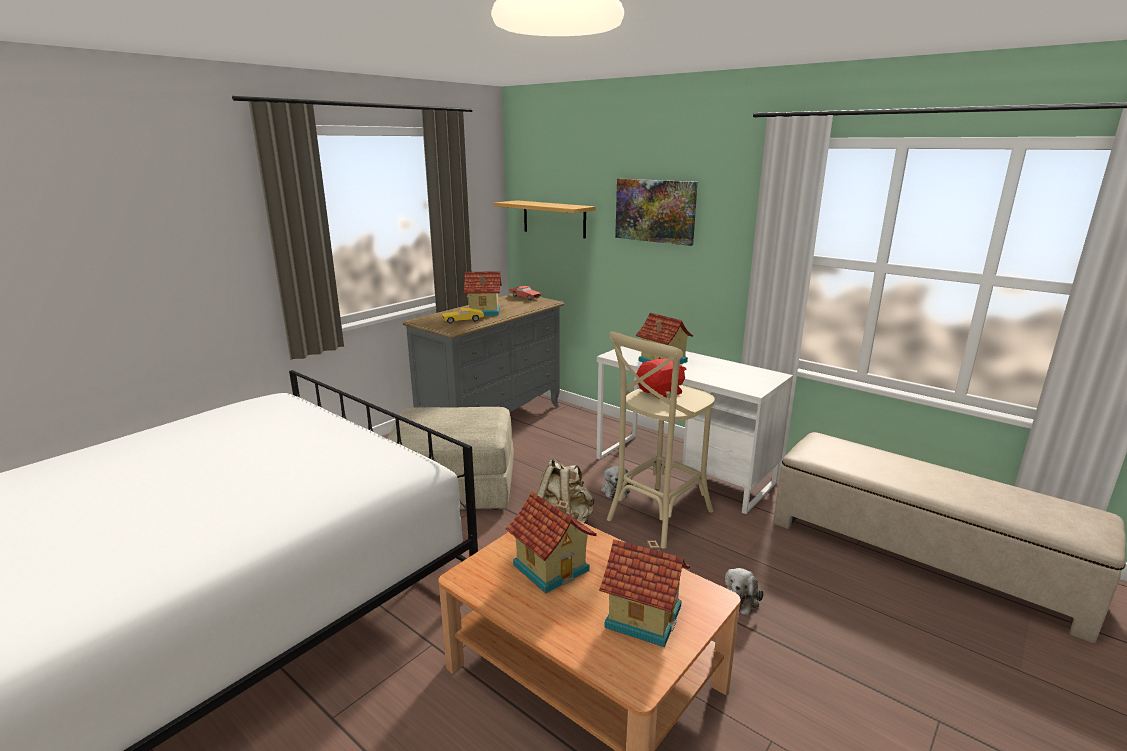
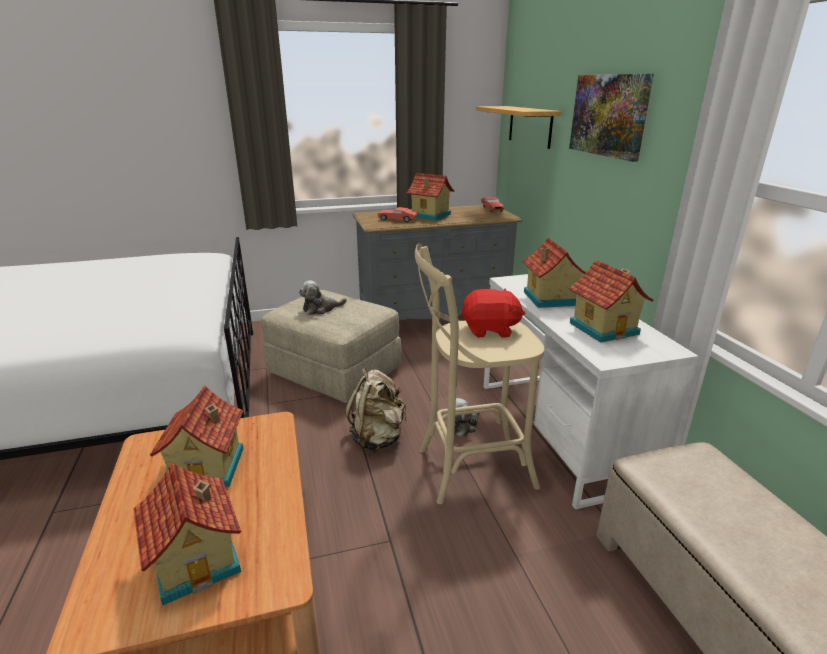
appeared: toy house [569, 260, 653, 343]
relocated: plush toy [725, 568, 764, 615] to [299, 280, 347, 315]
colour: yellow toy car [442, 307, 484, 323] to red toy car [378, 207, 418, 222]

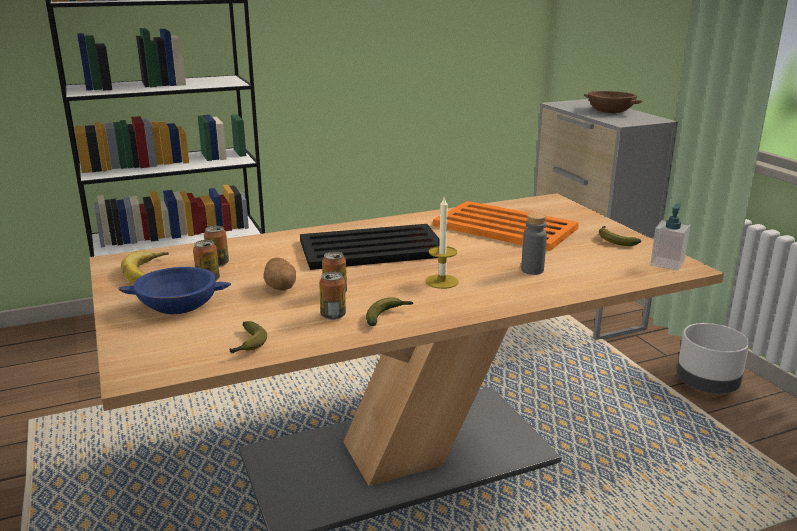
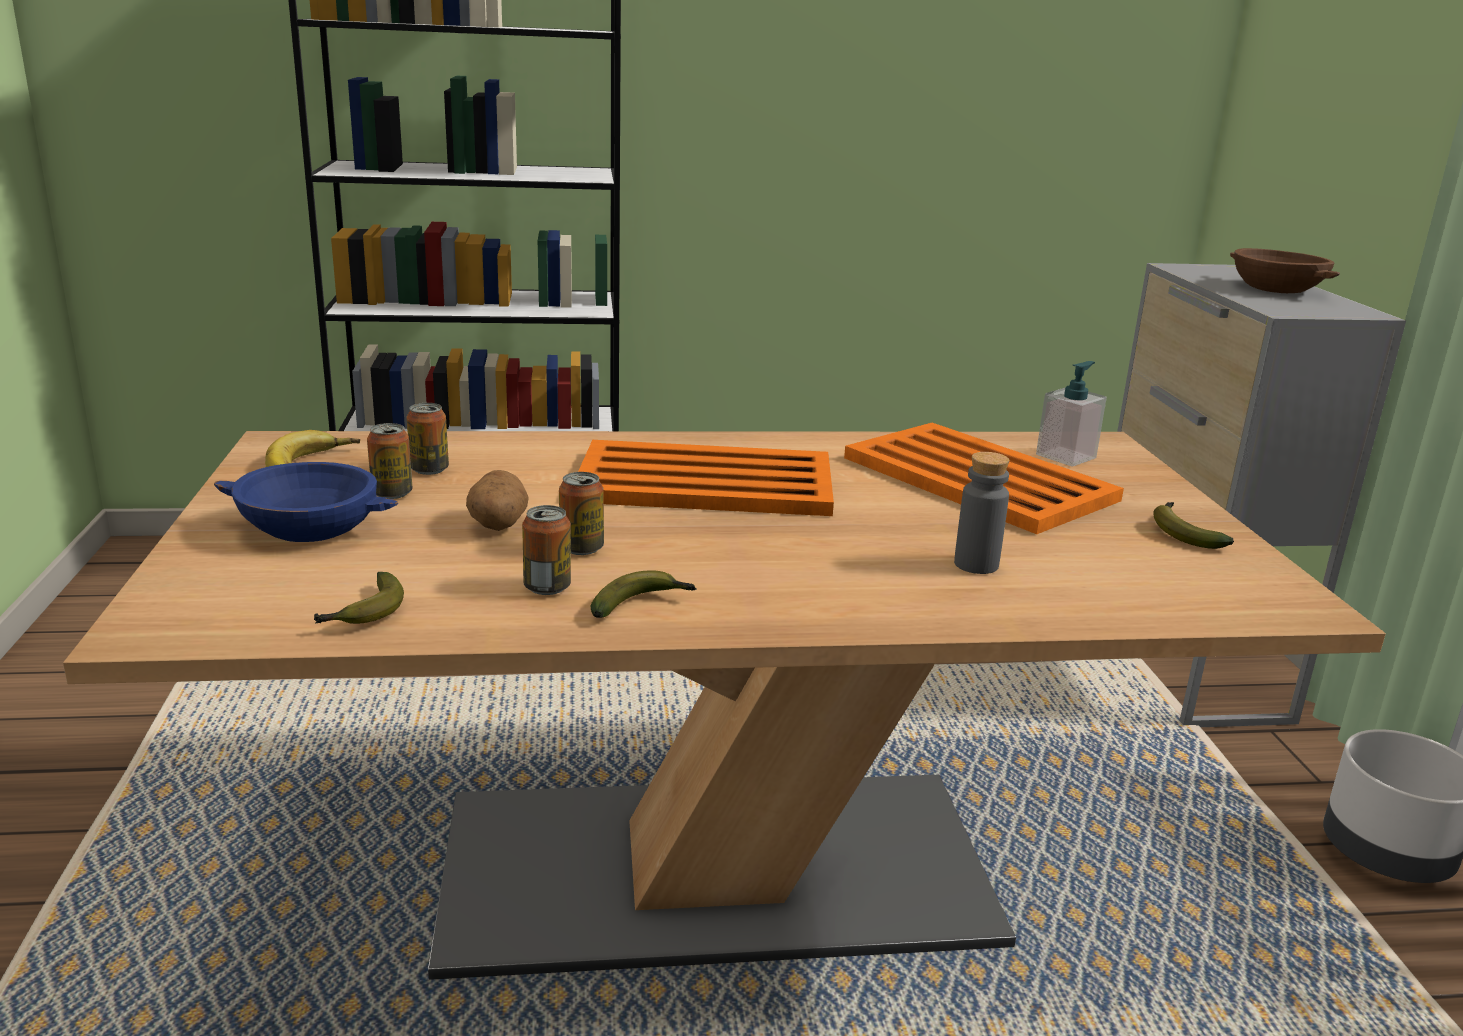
missing: candle [426, 197, 459, 289]
relocated: soap dispenser [650, 203, 690, 271] to [1036, 361, 1107, 467]
colour: black tray [300, 224, 440, 270] to orange tray [578, 440, 834, 516]

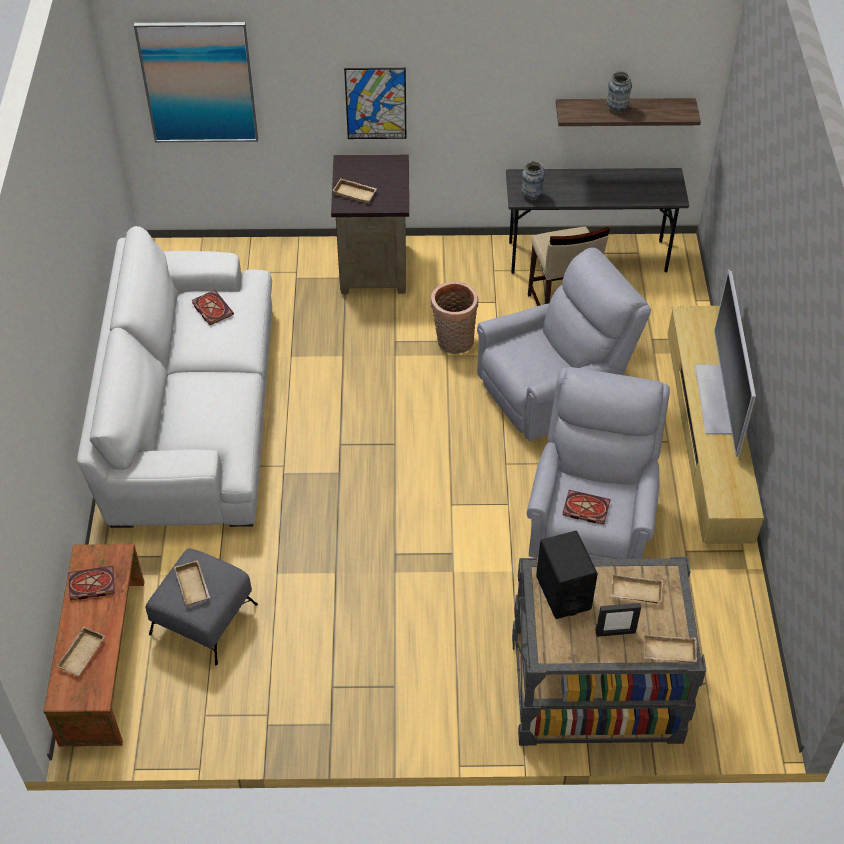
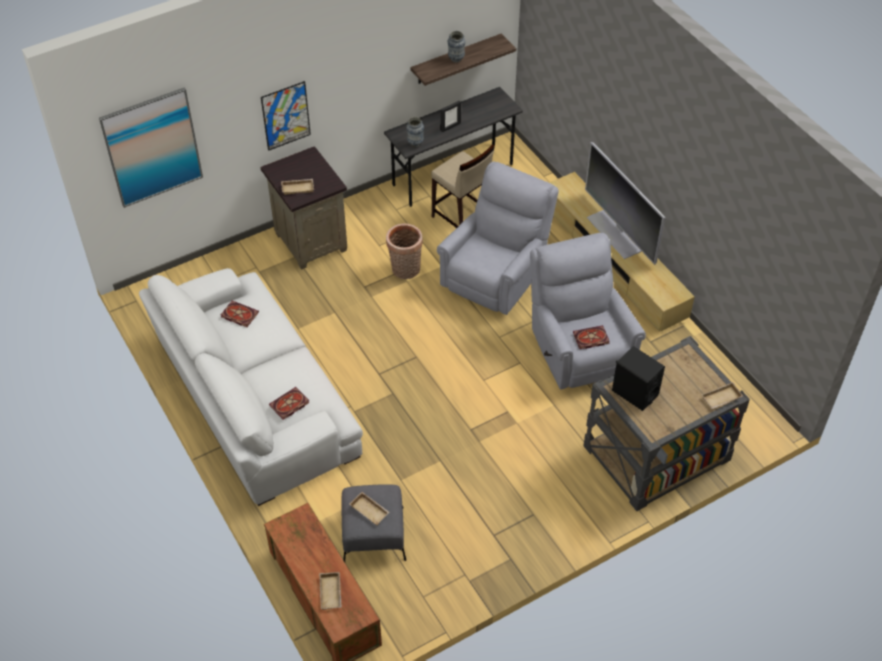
missing: beige tray [610, 574, 663, 603]
relocated: book [68, 566, 115, 600] to [269, 387, 310, 420]; picture frame [596, 603, 641, 637] to [440, 101, 461, 132]

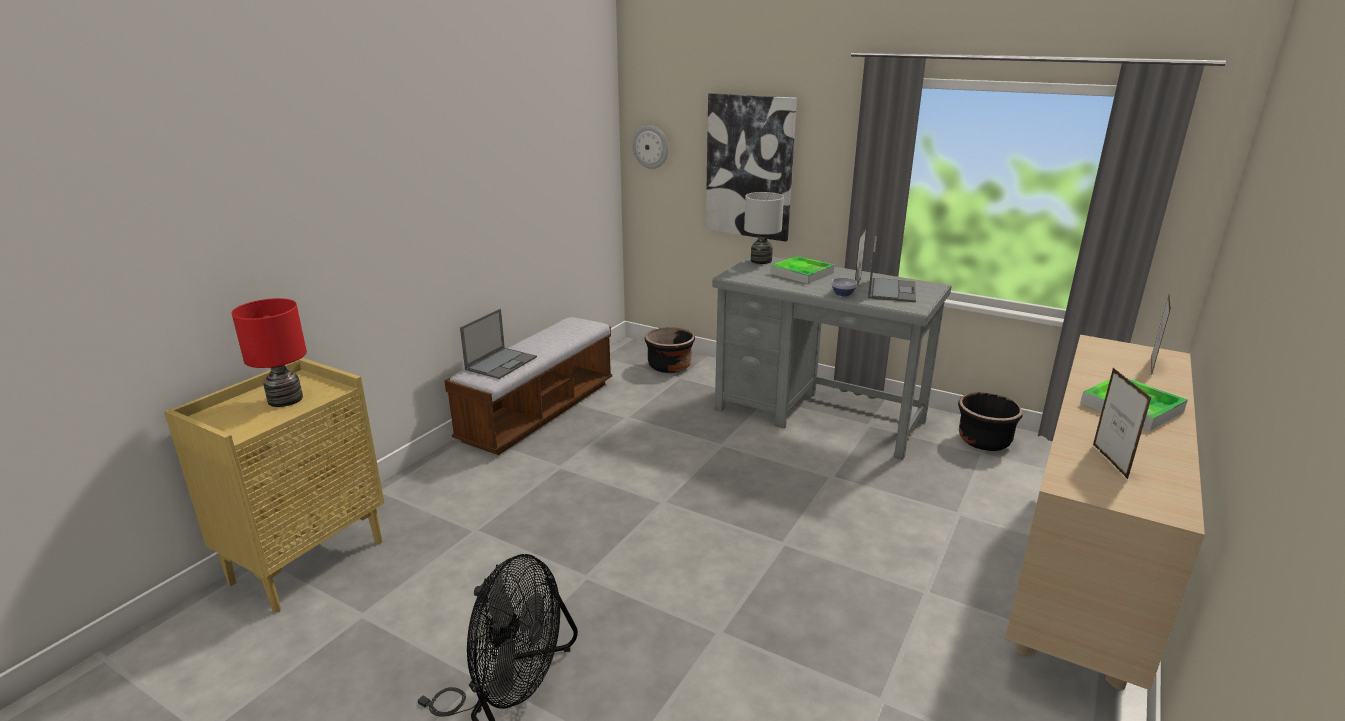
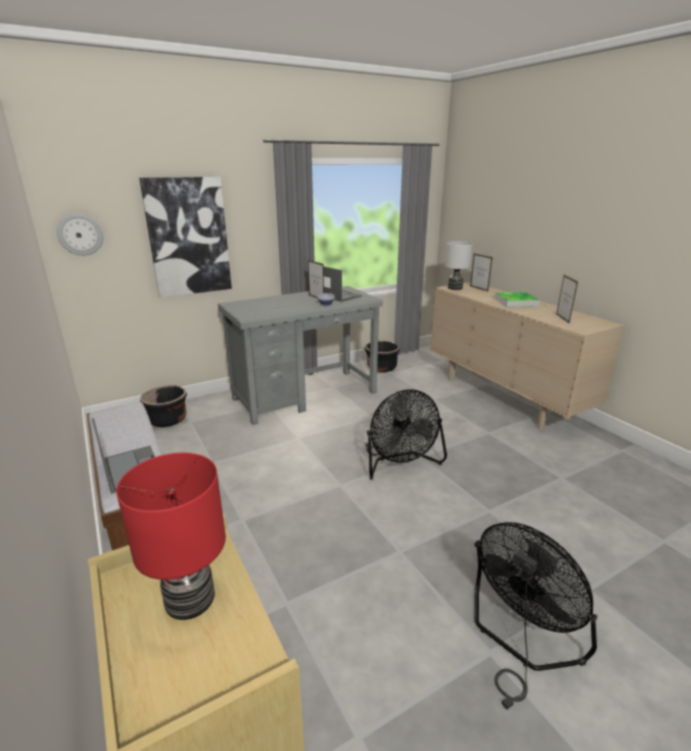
missing: tray [770, 256, 834, 284]
appeared: black fan [365, 389, 447, 480]
relocated: grey table lamp [744, 192, 784, 264] to [445, 241, 473, 290]
spun: picture frame [1093, 368, 1152, 479] = [556, 275, 578, 324] 120 degrees counterclockwise

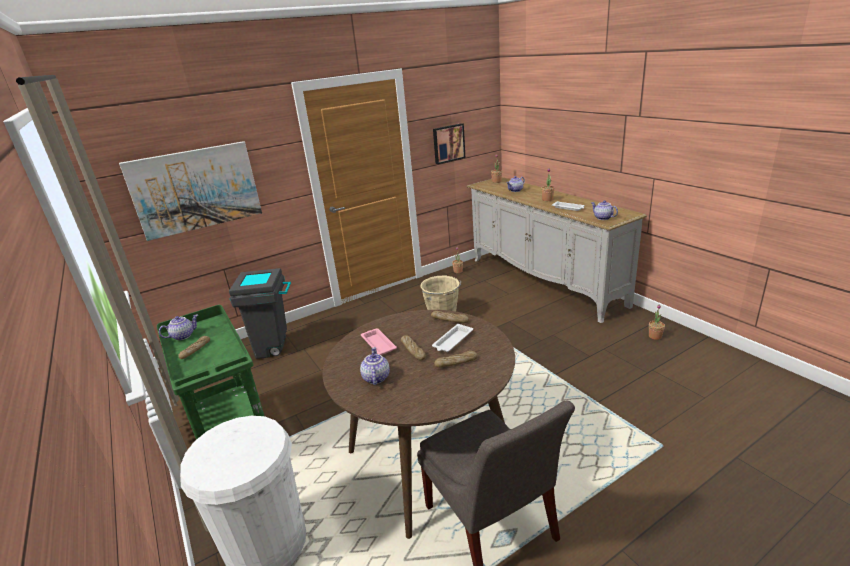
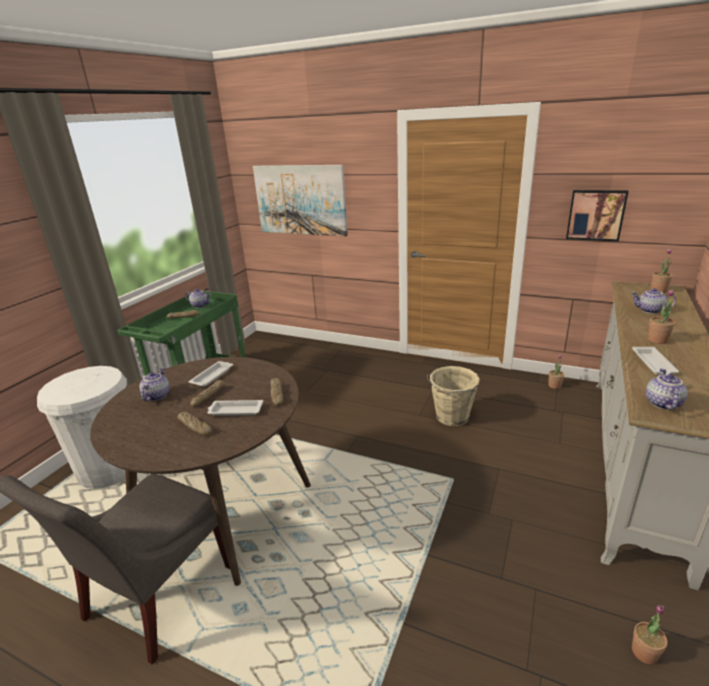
missing: grey trash can [229, 268, 291, 359]
colour: pink tray [361, 328, 397, 355] to white tray [188, 361, 233, 387]
spun: teapot [360, 347, 390, 385] = [140, 368, 170, 401] 45 degrees counterclockwise

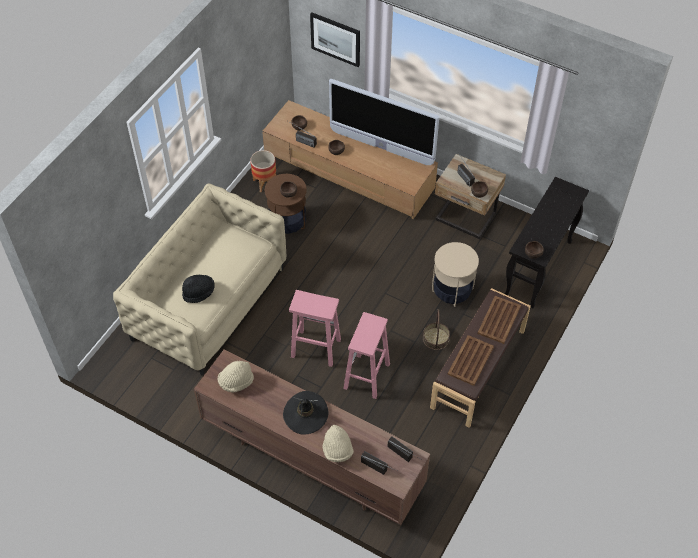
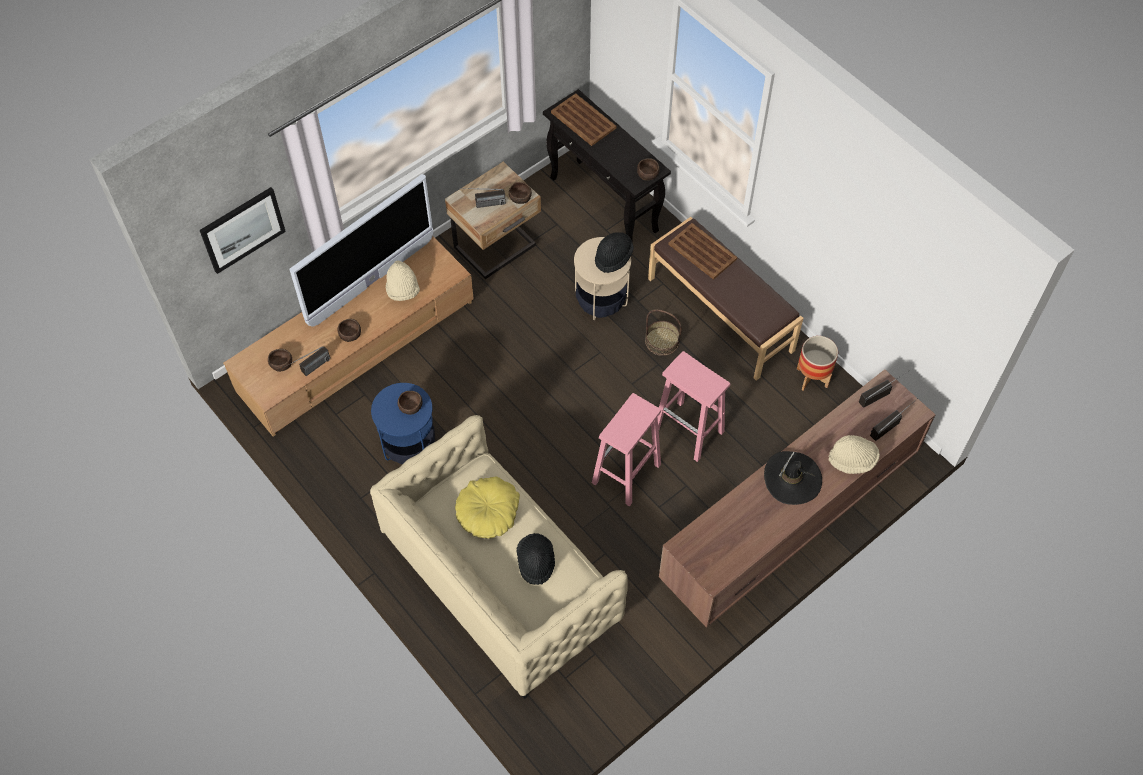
appeared: yellow pillow [455, 476, 520, 539]; black hat [595, 232, 634, 273]
relocated: beige hat [218, 361, 254, 393] to [385, 260, 420, 301]; brown tray [447, 335, 494, 386] to [551, 93, 617, 146]; planter [250, 150, 276, 192] to [797, 336, 838, 391]
colour: brown side table [265, 174, 307, 234] to blue side table [371, 383, 435, 464]

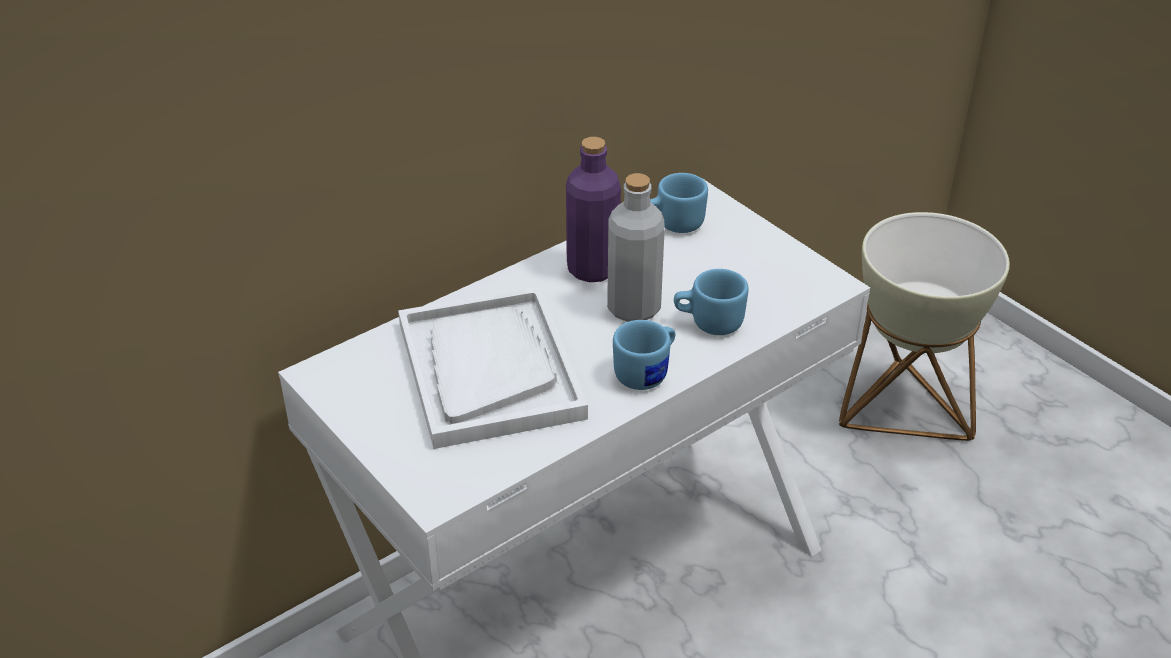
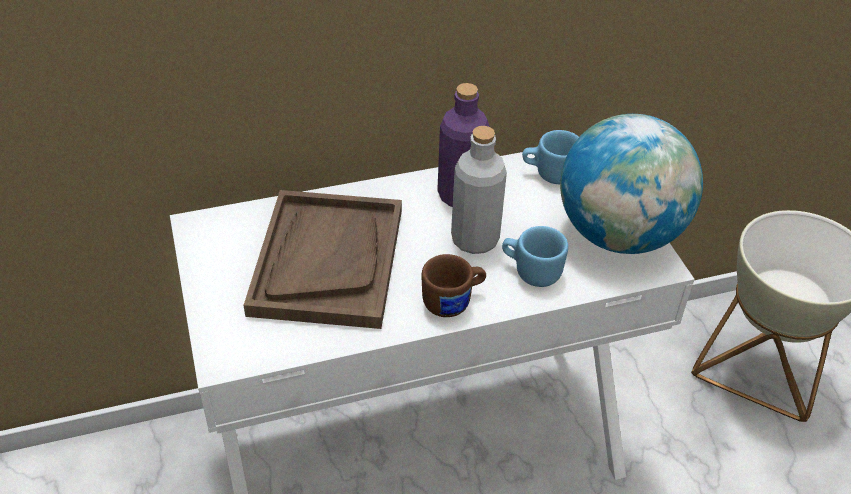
appeared: globe [560, 114, 703, 254]
colour: white tray [398, 287, 588, 449] to brown tray [244, 190, 402, 329]; blue mug [613, 320, 675, 390] to brown mug [421, 254, 486, 317]

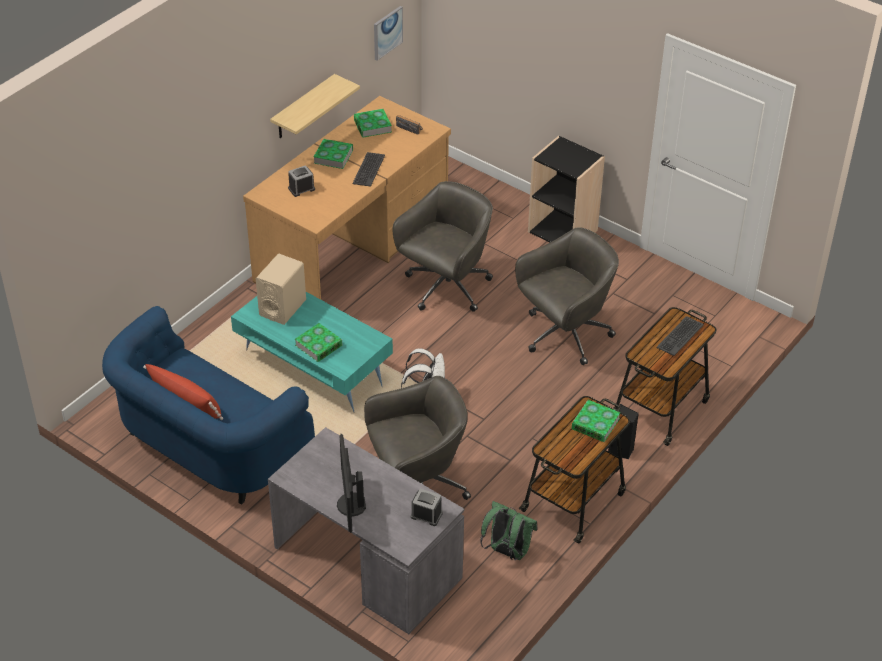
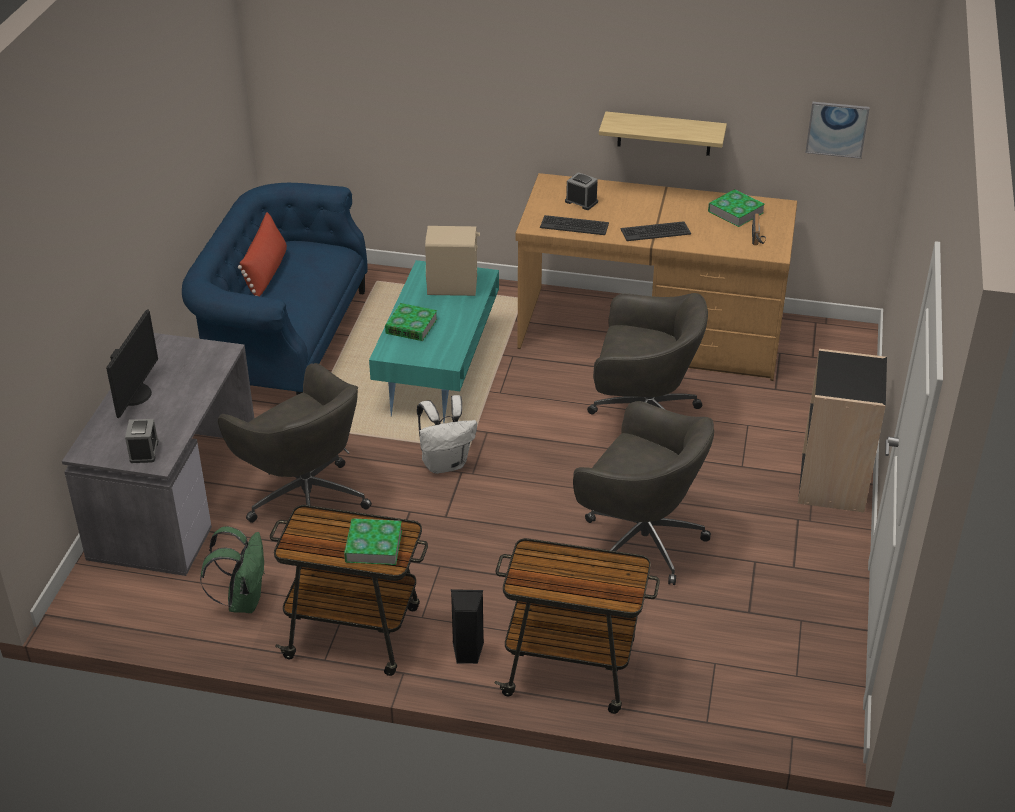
missing: book [313, 139, 353, 169]
relocated: keyboard [657, 316, 704, 356] to [540, 215, 609, 235]
spun: monitor [337, 434, 366, 533] = [106, 309, 158, 418] 135 degrees clockwise

